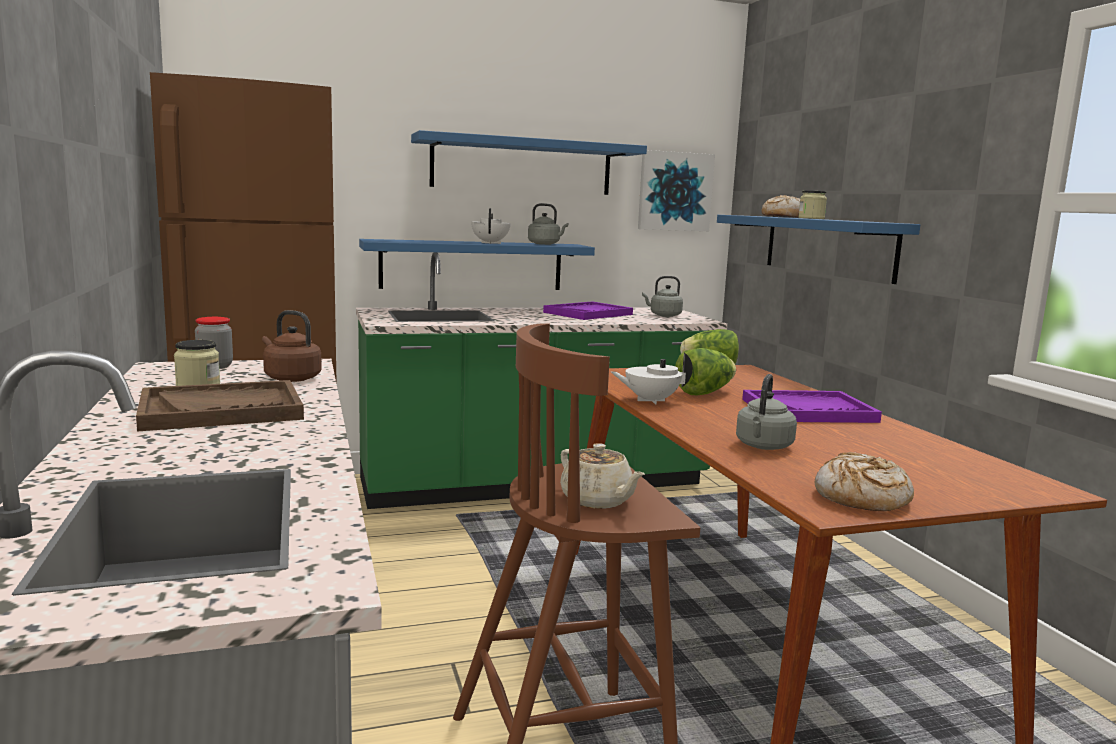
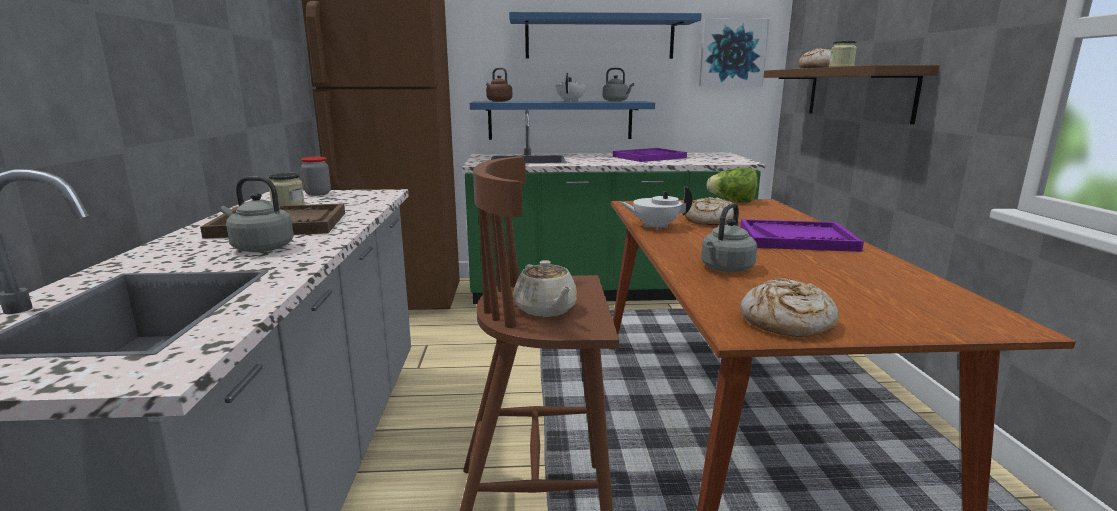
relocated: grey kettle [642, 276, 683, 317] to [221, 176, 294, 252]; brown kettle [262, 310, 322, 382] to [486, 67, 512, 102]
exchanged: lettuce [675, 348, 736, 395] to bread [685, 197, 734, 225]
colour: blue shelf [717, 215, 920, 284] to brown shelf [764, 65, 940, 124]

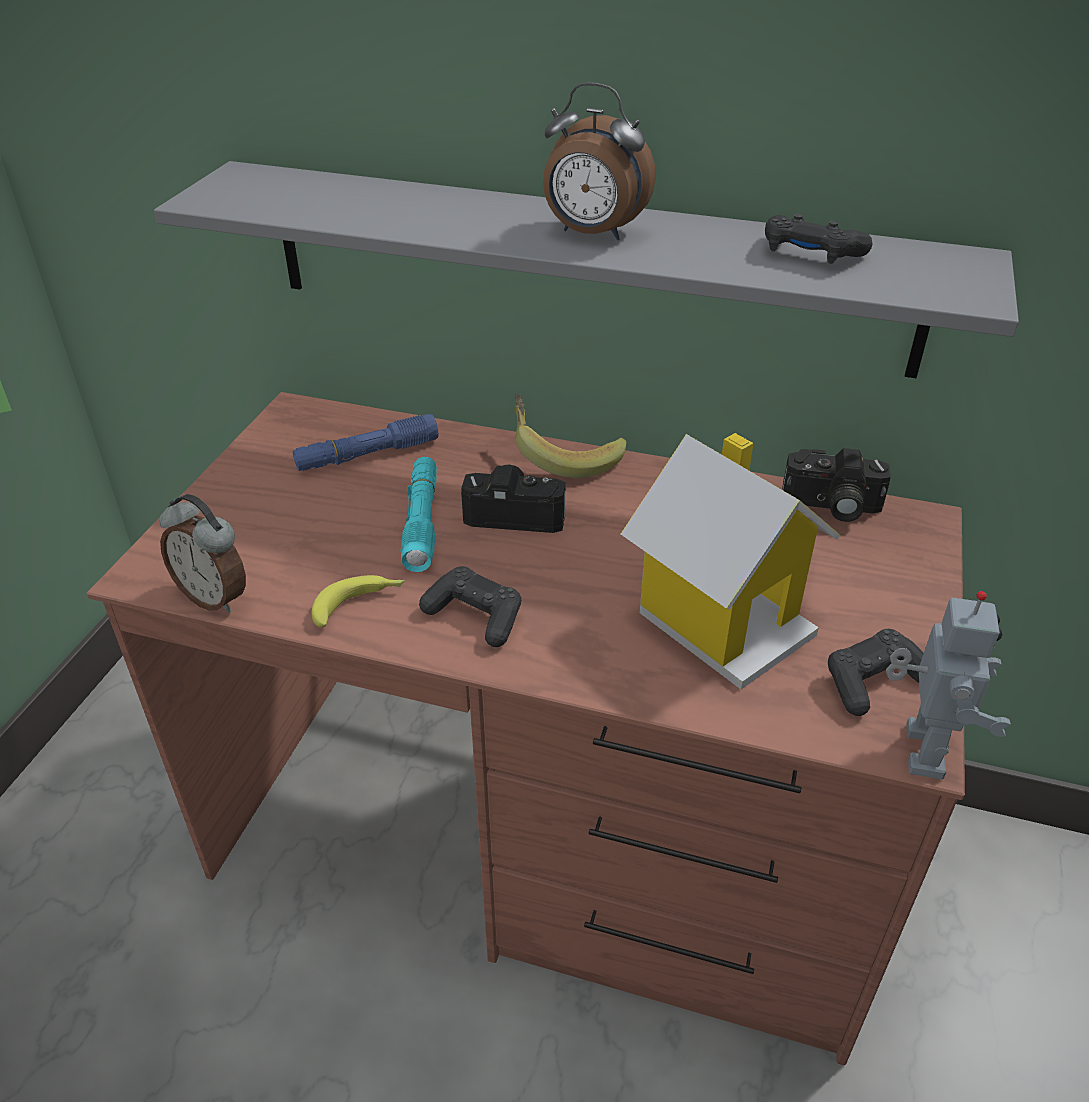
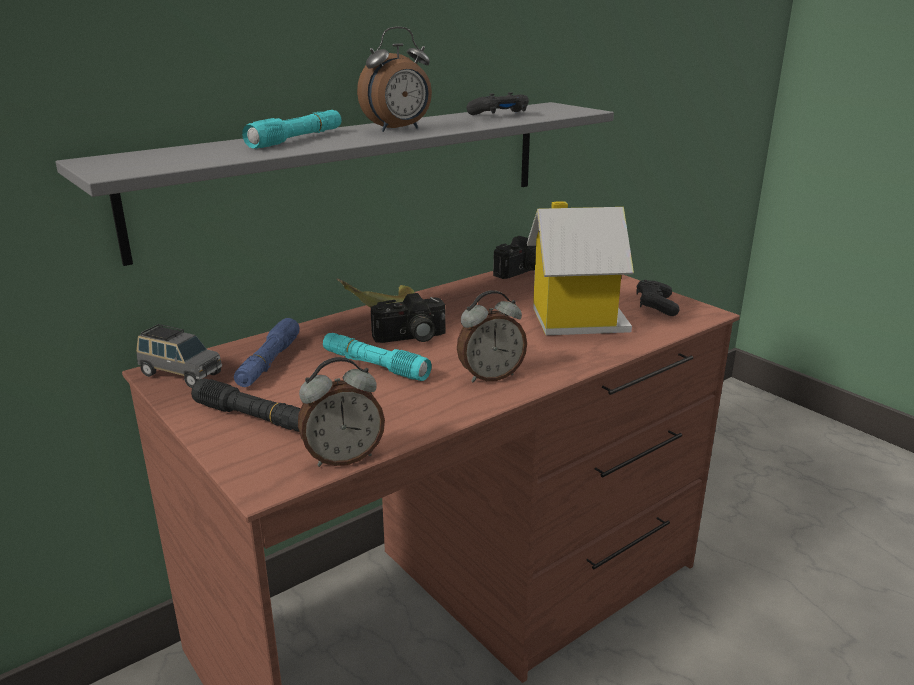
missing: banana [312, 575, 405, 627]; toy robot [886, 591, 1011, 779]
appeared: grey toy car [136, 324, 222, 388]; black flashlight [191, 378, 300, 432]; turquoise flashlight [242, 110, 341, 149]
exchanged: black game controller [419, 566, 521, 647] to alarm clock [457, 290, 527, 382]
spun: photo camera [461, 465, 566, 533] = [371, 293, 446, 343] 150 degrees counterclockwise

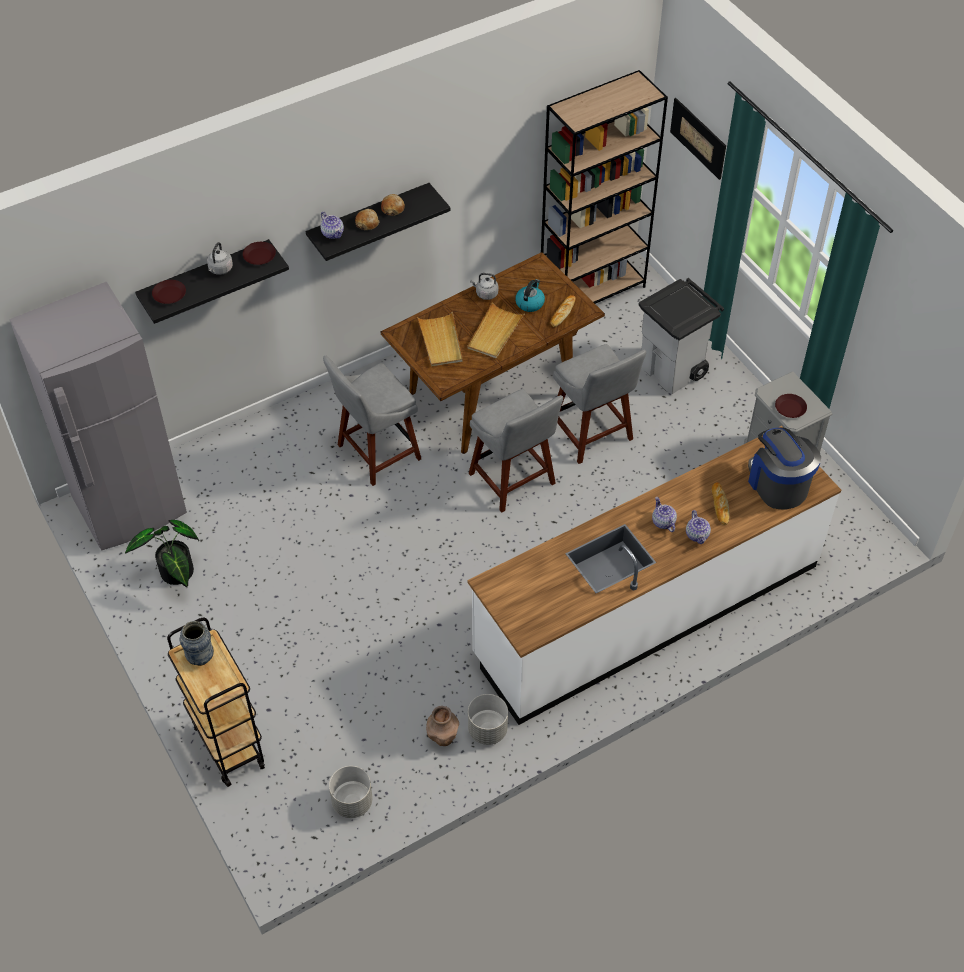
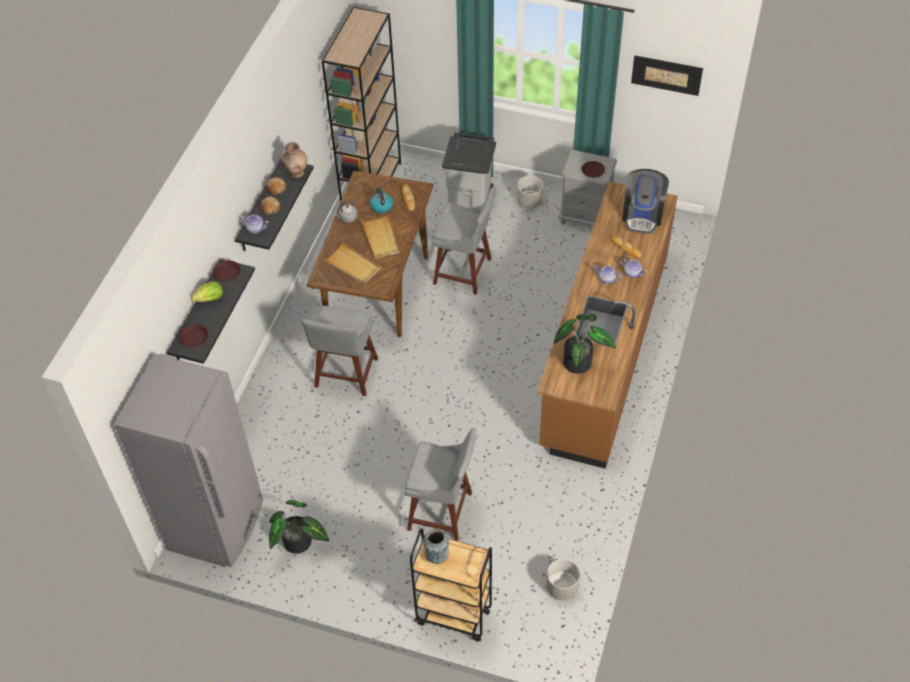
appeared: potted plant [554, 314, 616, 374]
relocated: brown vase [426, 706, 459, 746] to [282, 142, 307, 178]; grey chair [468, 389, 563, 513] to [405, 428, 476, 541]; grey planter [468, 694, 508, 745] to [517, 176, 543, 209]; picture [670, 98, 726, 180] to [631, 56, 703, 96]
exchanged: grey kettle [207, 242, 233, 275] to lettuce [191, 281, 223, 302]
colour: white counter [467, 426, 841, 725] to brown counter [537, 181, 678, 469]
spun: coffee machine [748, 427, 821, 509] = [622, 169, 669, 234] 105 degrees counterclockwise

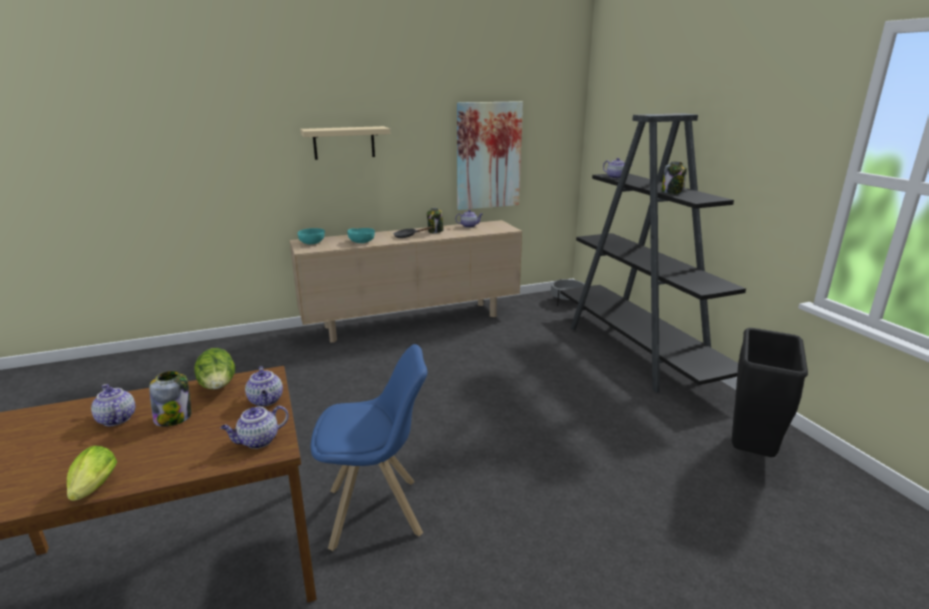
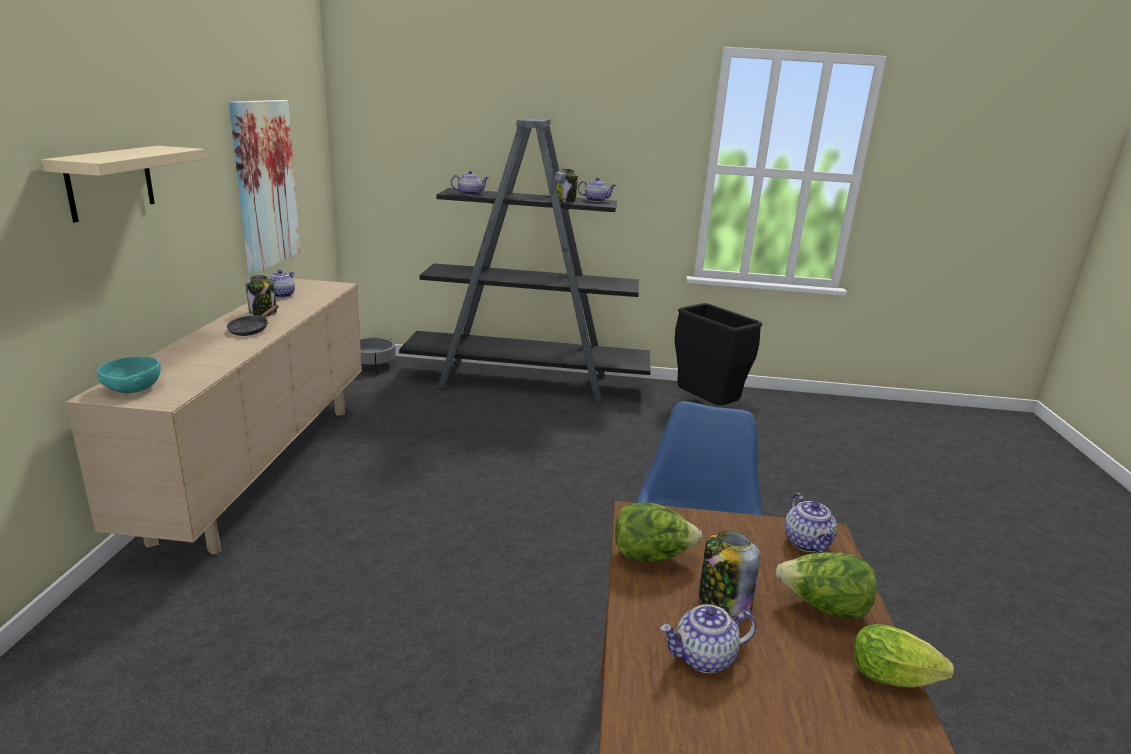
missing: turquoise bowl [347, 228, 375, 243]
appeared: lettuce [775, 553, 877, 619]
relocated: teapot [245, 366, 283, 407] to [578, 177, 616, 202]

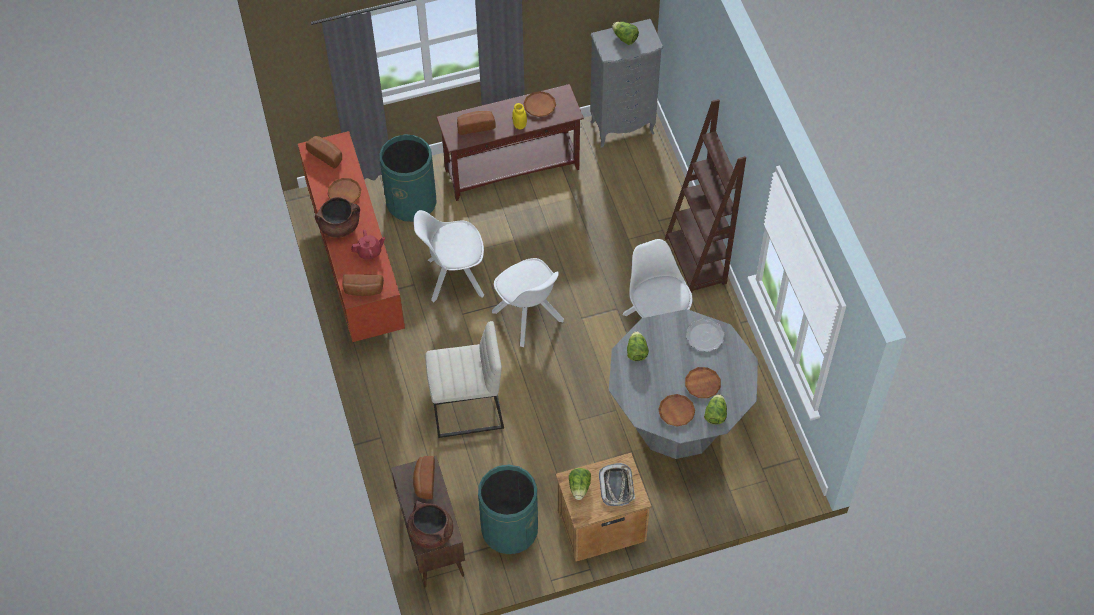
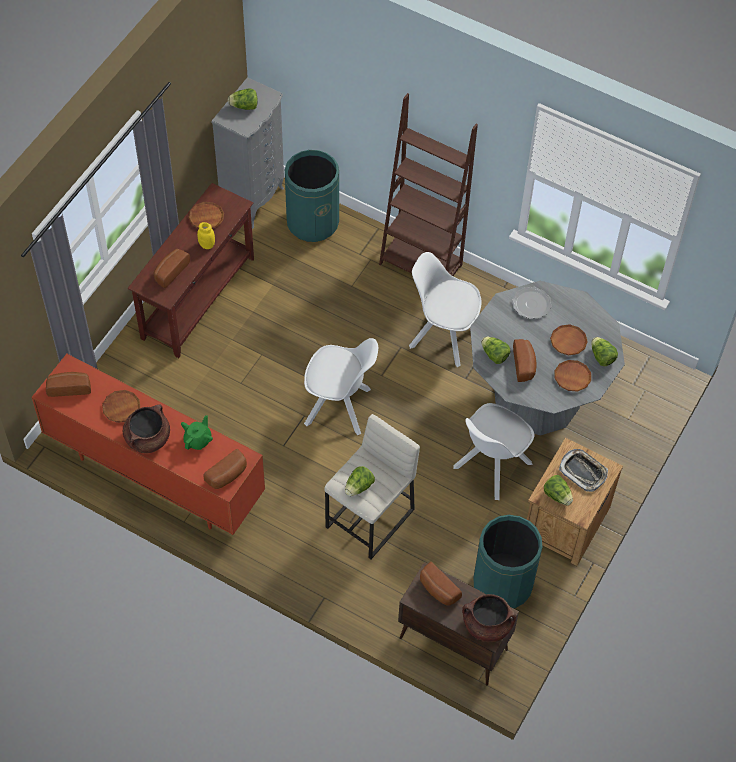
appeared: lettuce [345, 466, 375, 496]; bread [513, 339, 537, 382]
relocated: green trash can [380, 134, 437, 222] to [285, 150, 339, 242]; white chair [414, 210, 484, 302] to [453, 403, 534, 500]
colour: red teapot [351, 230, 385, 260] to green teapot [181, 415, 213, 450]

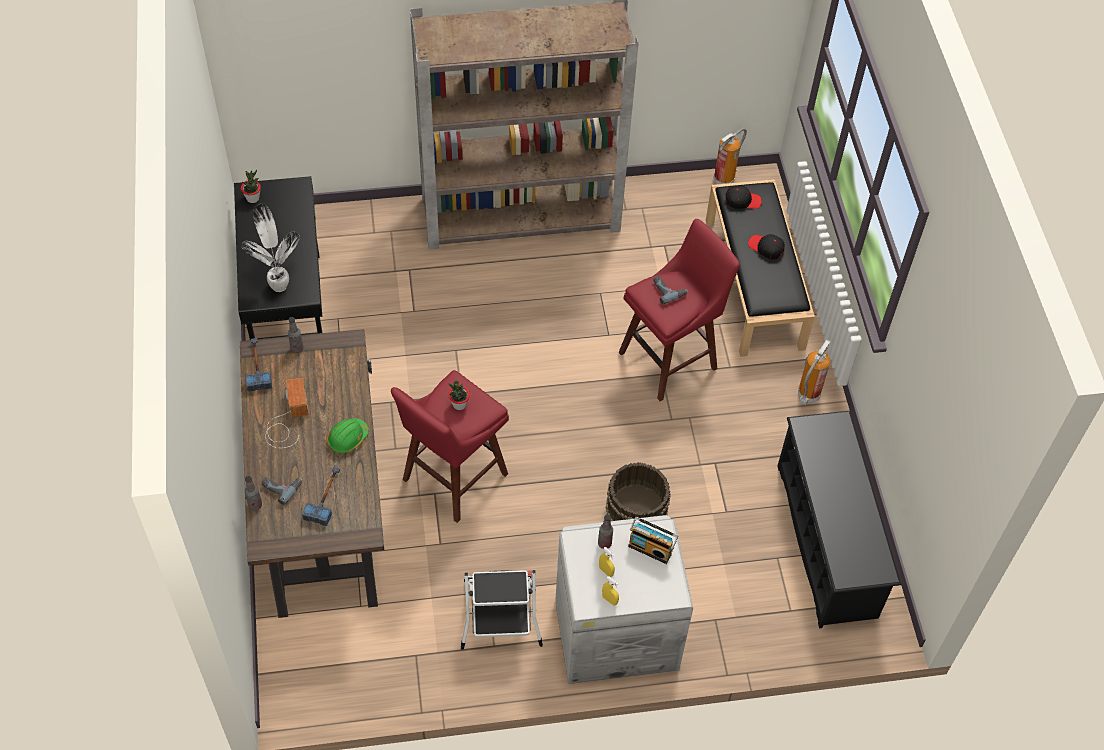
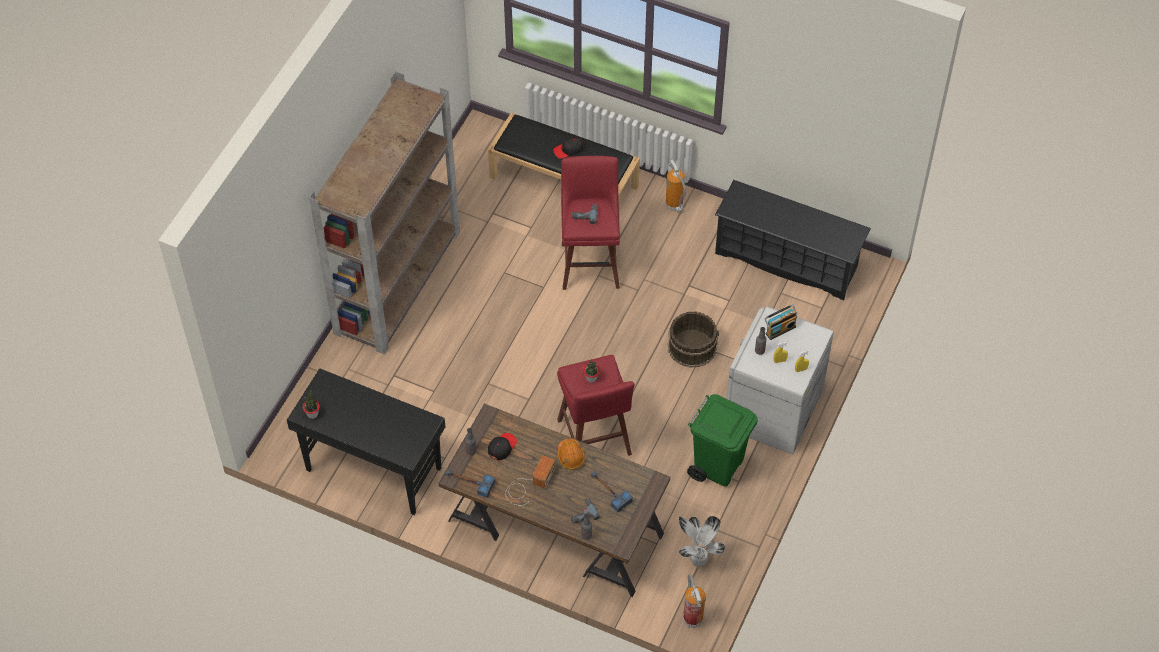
relocated: black cap [725, 185, 762, 209] to [488, 433, 517, 460]; potted plant [242, 204, 300, 292] to [679, 516, 725, 567]; fire extinguisher [714, 128, 747, 184] to [683, 574, 706, 628]
exchanged: step ladder [461, 570, 543, 650] to green trash can [687, 394, 758, 487]
colour: green hard hat [327, 418, 369, 454] to orange hard hat [557, 439, 585, 470]
spun: radio [266, 377, 308, 448] = [505, 455, 556, 506] 90 degrees clockwise

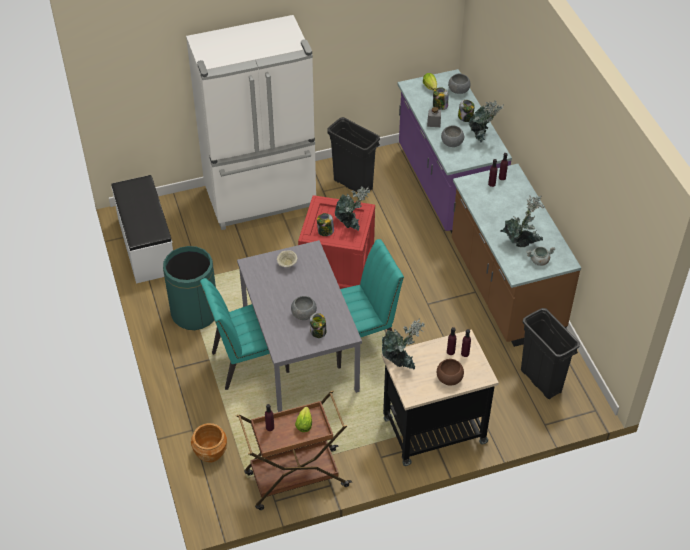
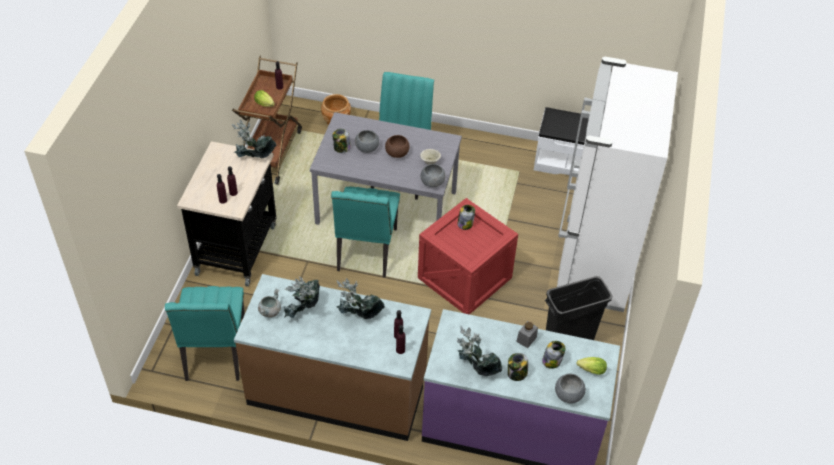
missing: green trash can [163, 246, 216, 330]
relocated: potted plant [335, 186, 370, 231] to [337, 278, 385, 319]; brown bowl [437, 359, 464, 386] to [385, 135, 410, 158]; grey bowl [441, 125, 464, 147] to [421, 164, 446, 187]
exchanged: black trash can [521, 308, 580, 399] to turquoise chair [165, 286, 245, 381]

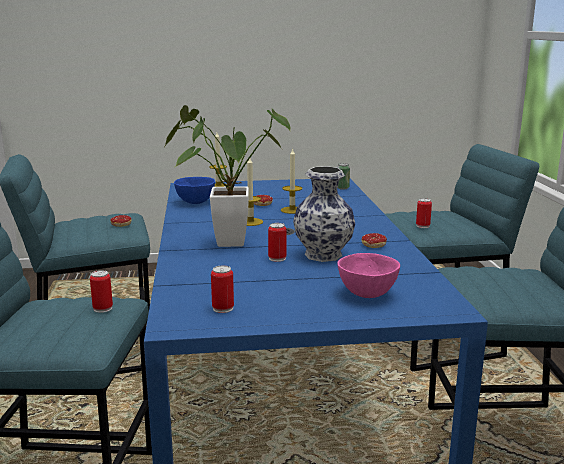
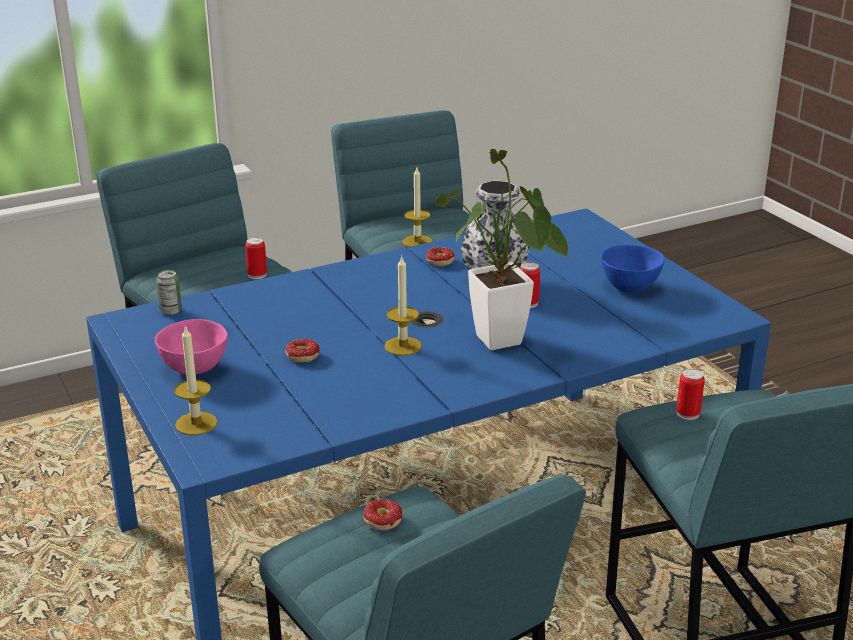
missing: can [211, 266, 234, 313]
relocated: pink bowl [337, 253, 400, 298] to [155, 319, 228, 375]; candle [281, 148, 302, 214] to [403, 167, 432, 247]; blue bowl [174, 177, 215, 204] to [601, 245, 665, 292]

